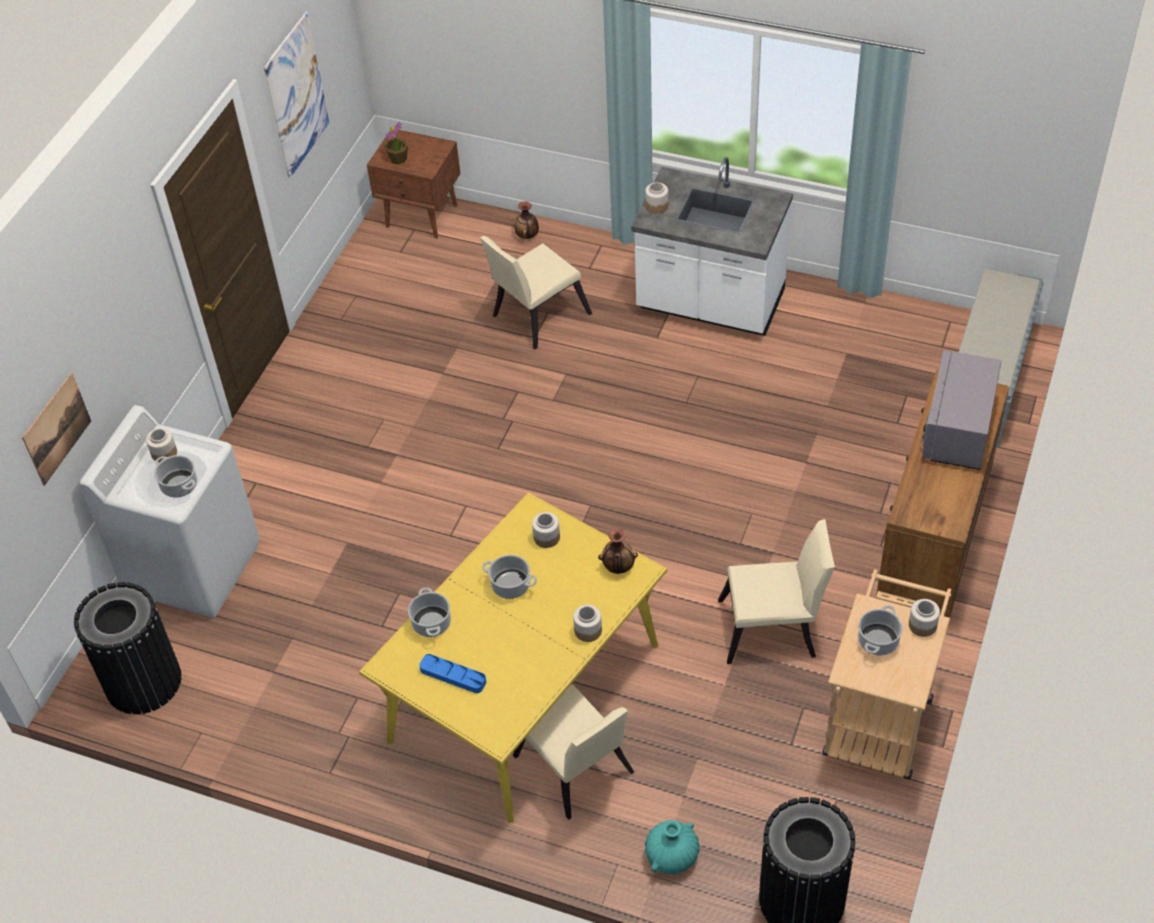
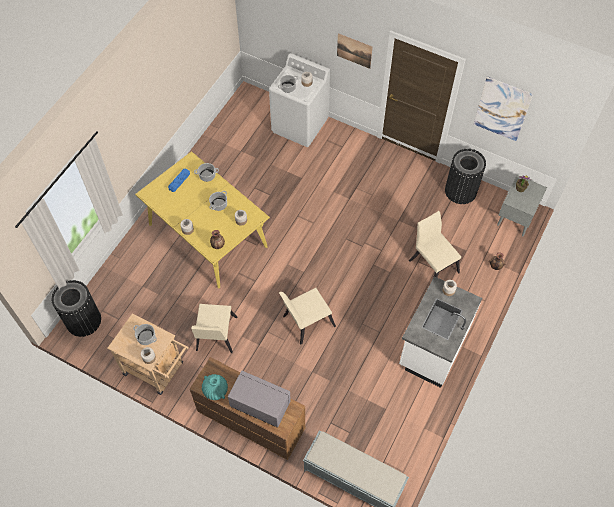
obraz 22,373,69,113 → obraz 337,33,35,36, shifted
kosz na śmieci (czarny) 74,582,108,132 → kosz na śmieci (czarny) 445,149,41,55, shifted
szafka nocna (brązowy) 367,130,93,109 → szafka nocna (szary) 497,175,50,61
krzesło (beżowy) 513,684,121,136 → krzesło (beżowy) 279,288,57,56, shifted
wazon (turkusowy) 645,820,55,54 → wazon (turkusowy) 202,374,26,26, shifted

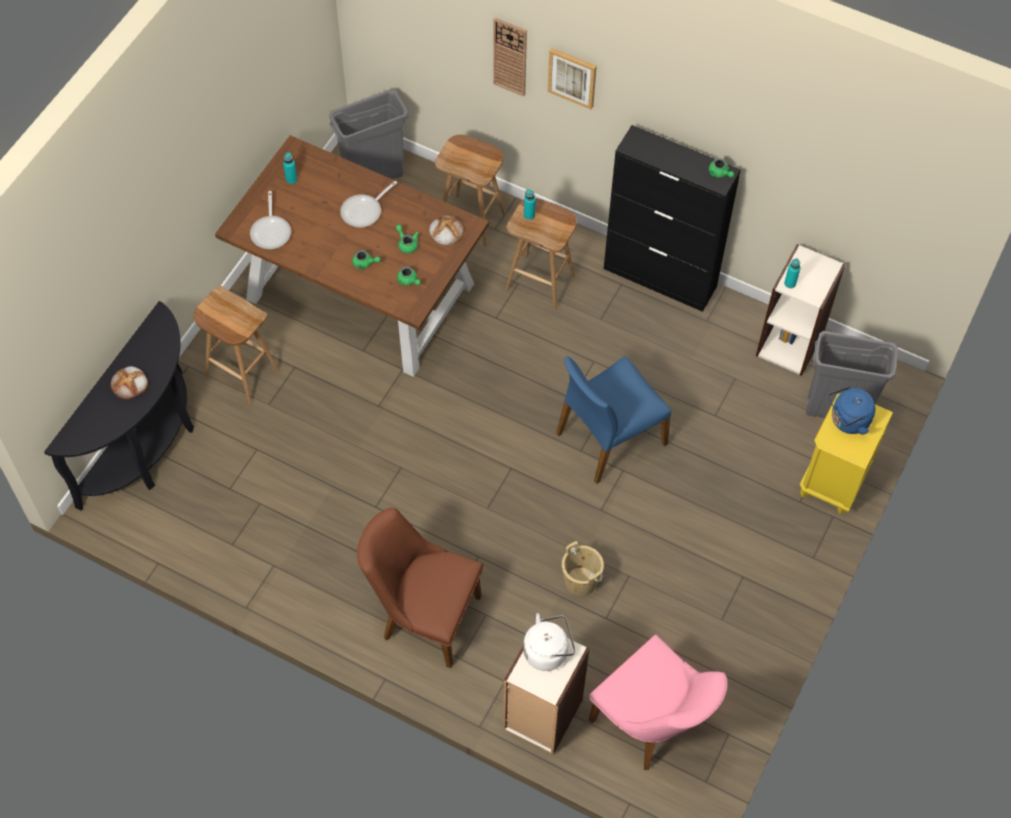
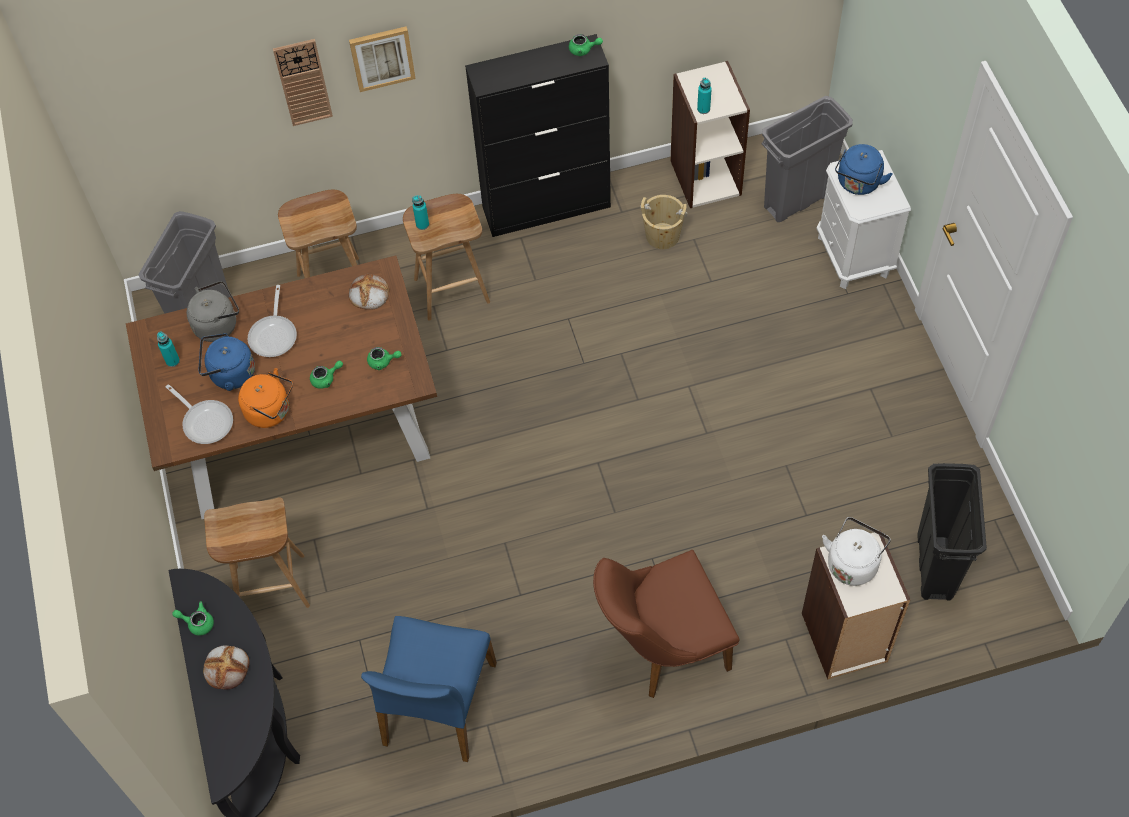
imbryk (zielony) 396,225,23,28 → imbryk (zielony) 172,601,42,35, shifted
krzesło (niebieski) 556,356,115,128 → krzesło (niebieski) 361,616,136,146, shifted
wiadro (beżowy) 562,541,42,55 → wiadro (beżowy) 640,195,48,54, shifted
krzesło (różowy) 589,635,139,135 → kosz na śmieci (czarny) 917,463,70,138
szafka nocna (żółty) 800,393,93,121 → szafka nocna (biały) 816,150,95,139
- → czajnik (szary) 187,281,52,61
- → czajnik (niebieski) 198,333,57,58
- → czajnik (pomarańczowy) 238,368,55,60

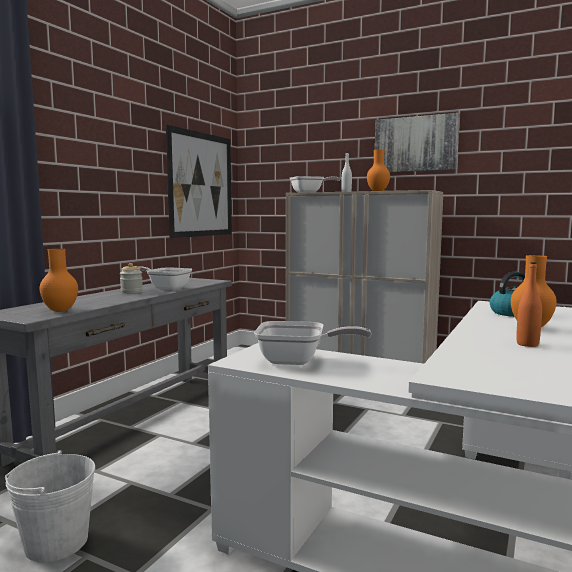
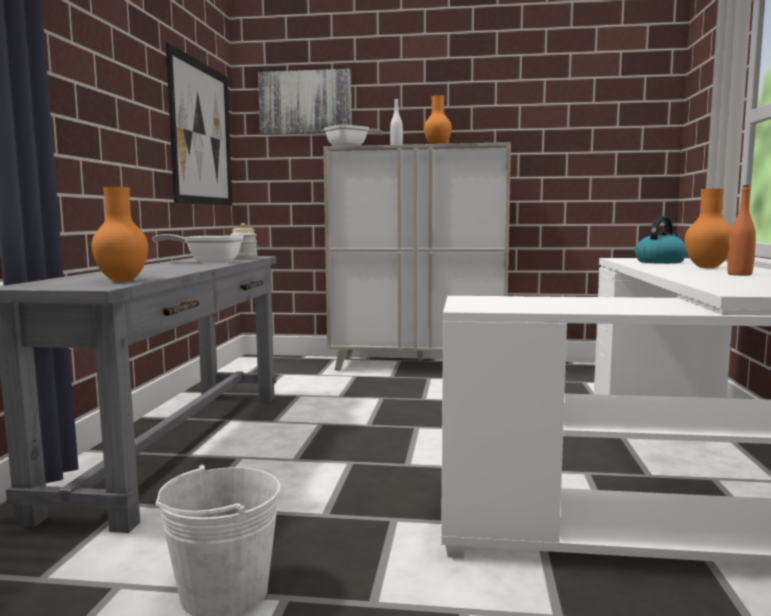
słoik 120,263,23,30 → słoik 230,223,27,36, shifted
patelnia 254,321,118,44 → -
obraz 375,113,85,59 → obraz 258,69,94,66, shifted

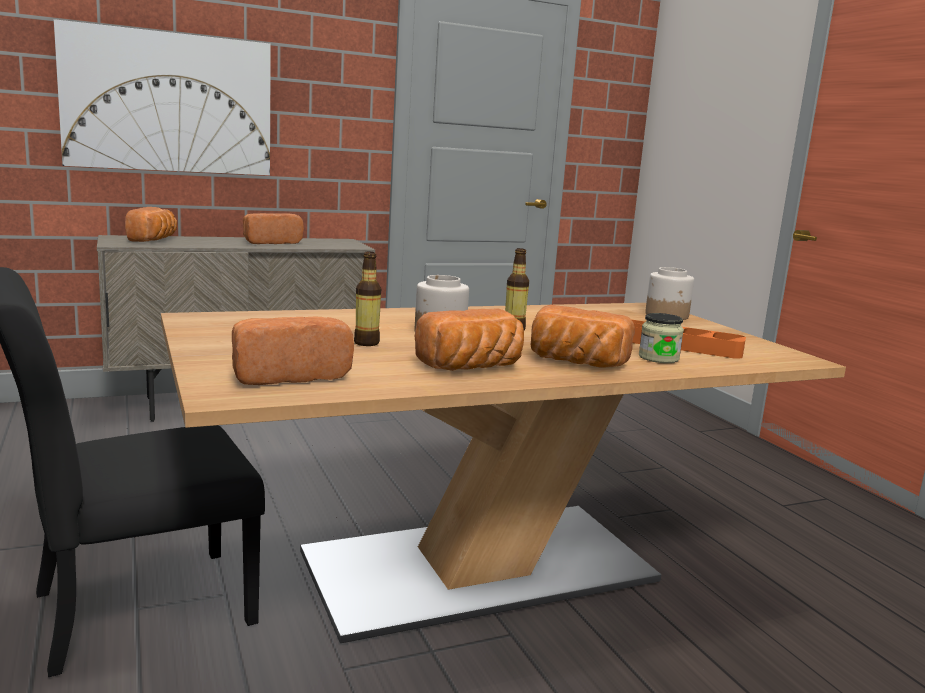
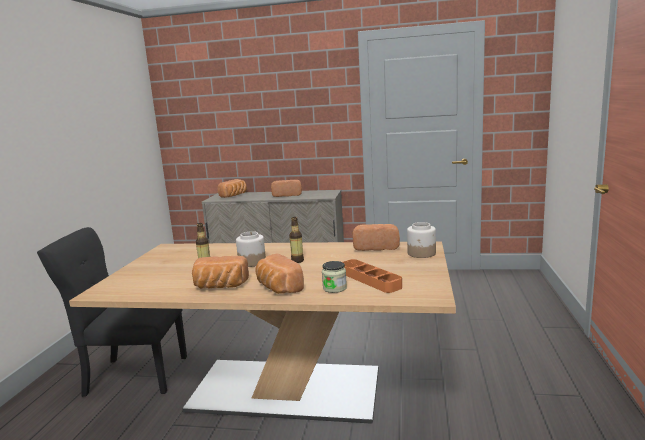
obraz 54,19,217,156 → -
chleb 232,316,122,69 → chleb 352,224,48,27, shifted

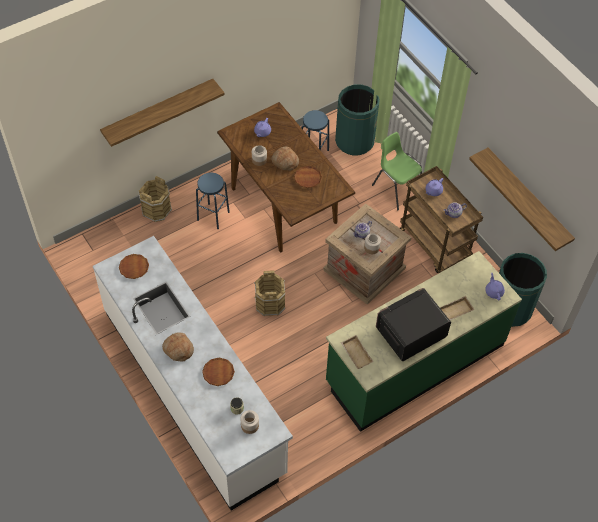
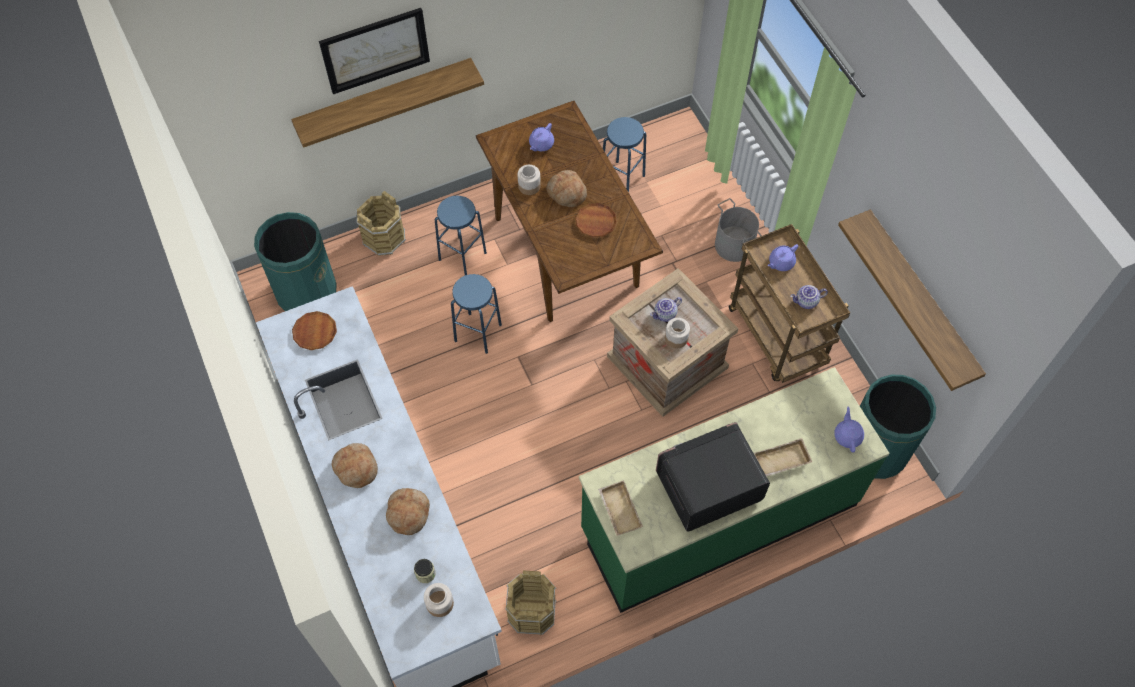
talerz (brązowy) 202,358,33,28 → chleb 386,488,44,47
wiadro (brązowy) 254,270,32,46 → wiadro (brązowy) 506,570,51,65, shifted
kosz na śmieci (zielony) 335,84,45,72 → kosz na śmieci (zielony) 254,212,82,99, shifted
krzesło (zielony) 372,132,50,78 → wiadro (szary) 715,198,47,64
- → obraz 319,8,111,86
- → stołek (niebieski) 451,274,51,80

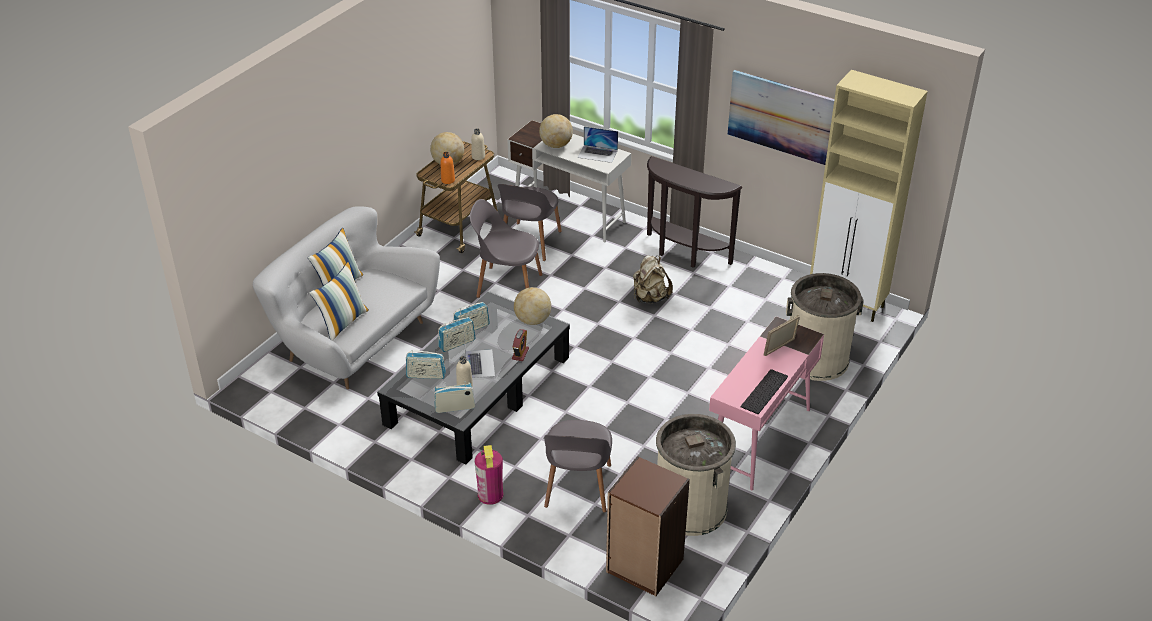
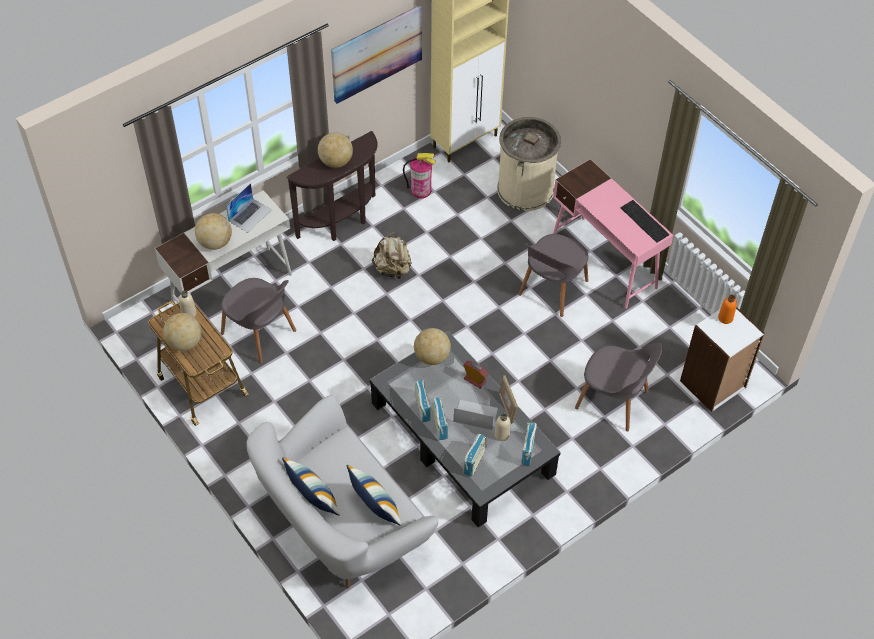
butelka (pomarańczowy) 440,152,15,32 → butelka (pomarańczowy) 718,295,19,29, shifted
krzesło (szary) 470,199,72,99 → krzesło (szary) 518,234,71,83, shifted
gaśnica 474,445,29,60 → gaśnica 403,153,33,45, shifted
regał (brązowy) 606,456,84,140 → regał (biały) 680,307,85,105
kosz na śmieci (beżowy) 656,414,80,122 → -
ramka na zdjęcie 763,315,37,41 → ramka na zdjęcie 499,375,19,49, shifted
- → globus 318,132,35,36

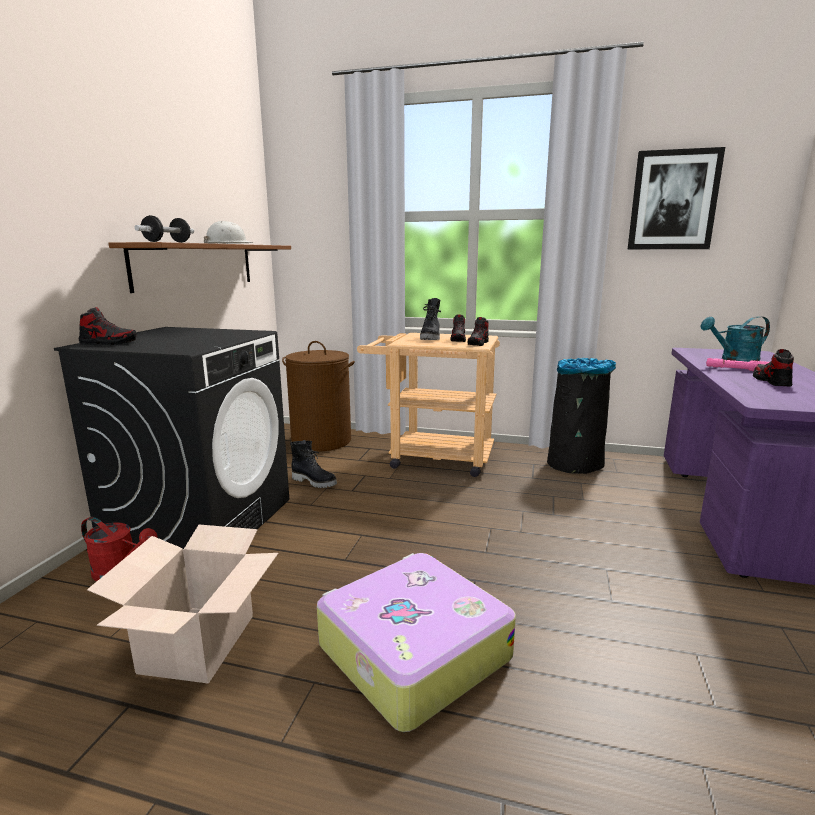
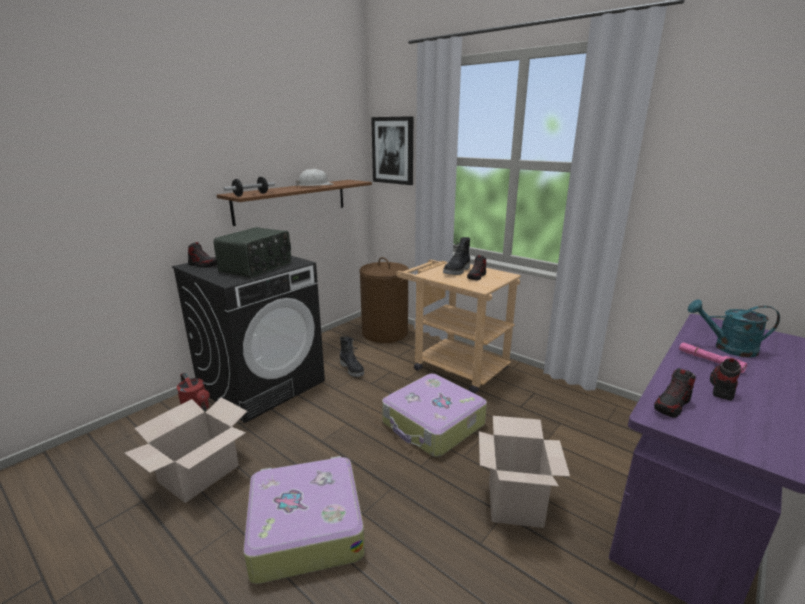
but 468,317,21,29 → but 654,368,42,50, shifted
kosz na śmieci (czarny) 547,358,69,116 → -
obraz 628,147,97,102 → obraz 371,116,42,69, shifted
- → radio 213,227,78,51
- → walizka 382,374,105,83
- → karton 479,416,91,112

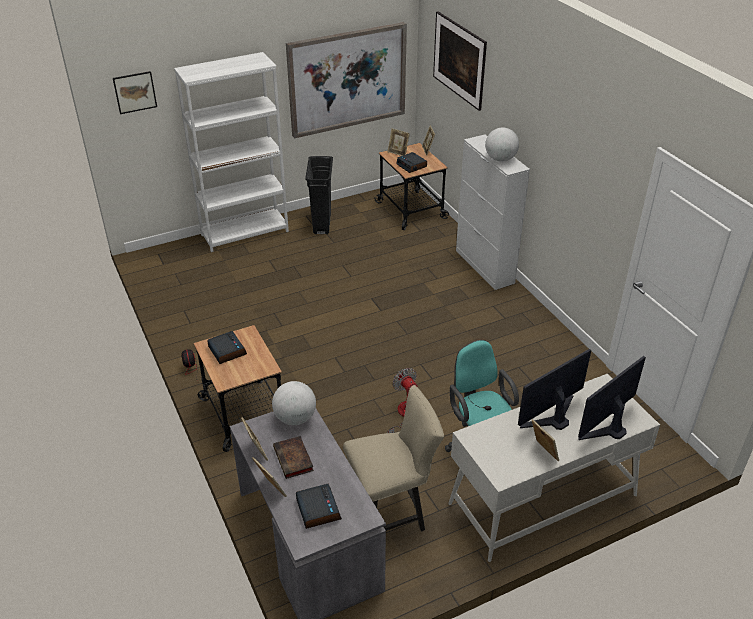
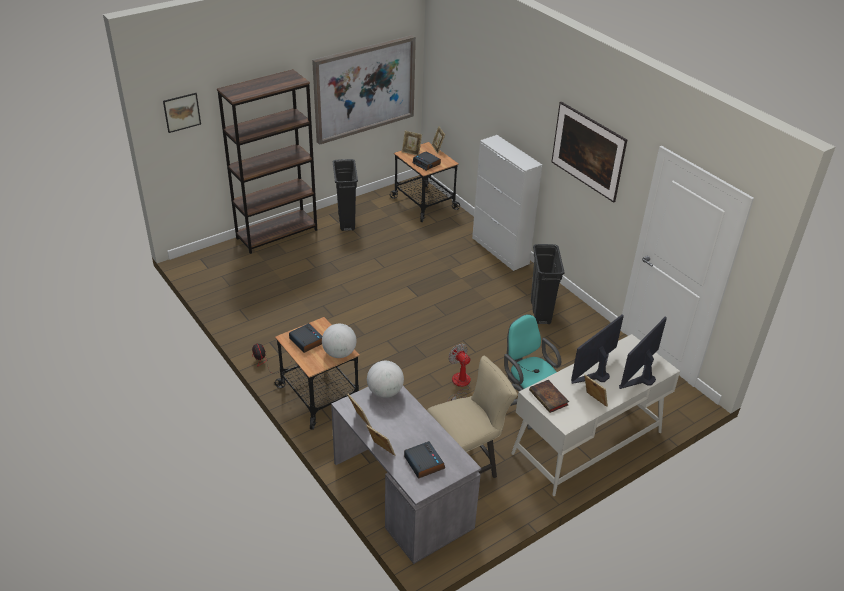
regał (biały) 174,52,115,200 → regał (brązowy) 217,69,100,185
książka 273,436,41,43 → książka 529,380,40,33, shifted
obraz 433,11,54,100 → obraz 551,102,76,101, shifted
globus 485,127,34,35 → globus 322,324,35,34, shifted
- → kosz na śmieci (czarny) 531,244,34,80

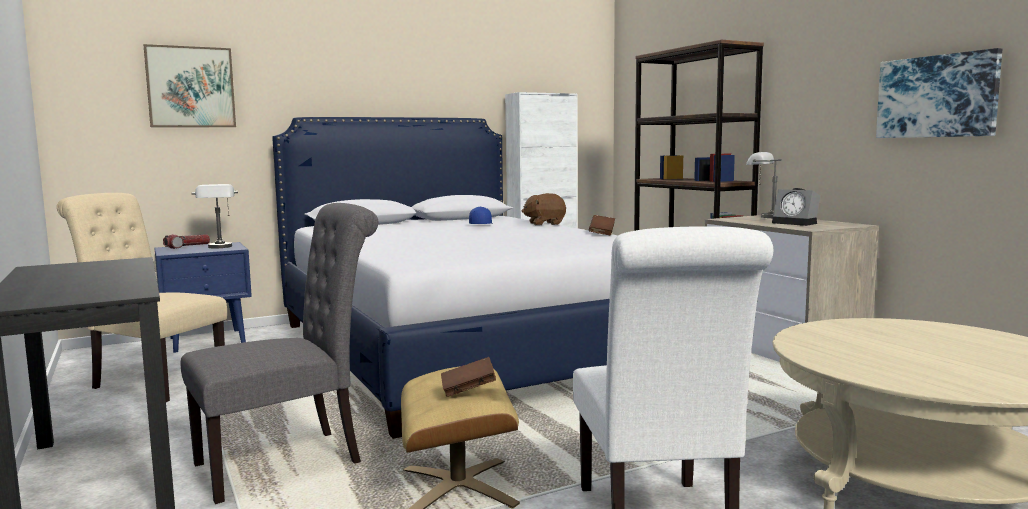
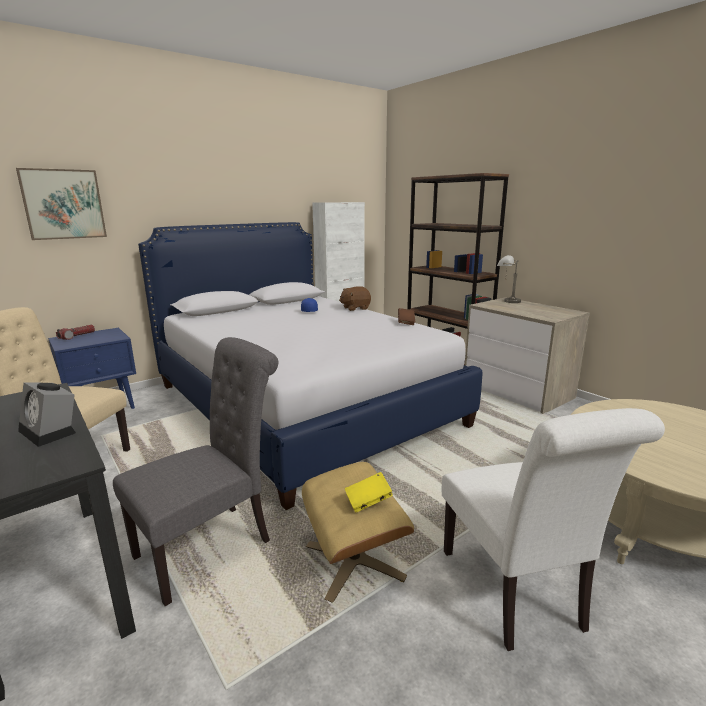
lampa stołowa (szary) 192,184,46,64 → -
książka (brązowy) 441,357,55,40 → książka (żółty) 345,472,48,40
budzik 772,188,48,38 → budzik 18,382,58,65, shifted
obraz 876,48,126,90 → -

